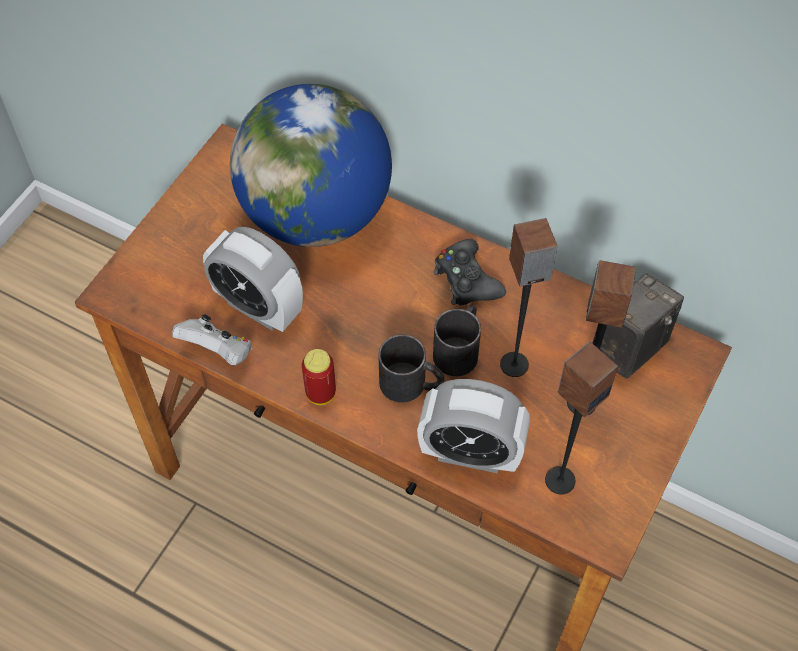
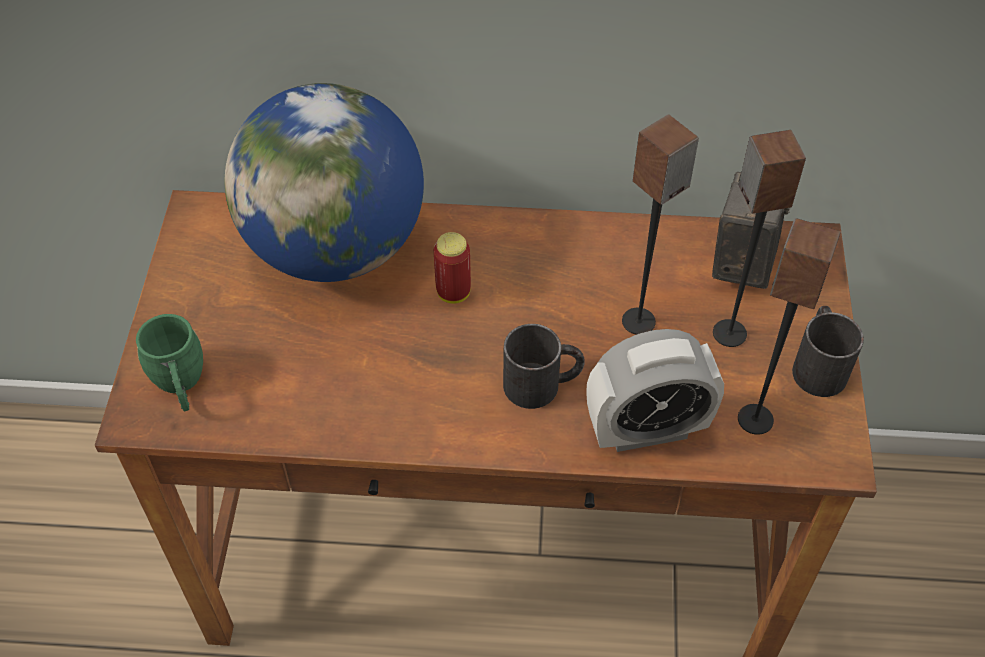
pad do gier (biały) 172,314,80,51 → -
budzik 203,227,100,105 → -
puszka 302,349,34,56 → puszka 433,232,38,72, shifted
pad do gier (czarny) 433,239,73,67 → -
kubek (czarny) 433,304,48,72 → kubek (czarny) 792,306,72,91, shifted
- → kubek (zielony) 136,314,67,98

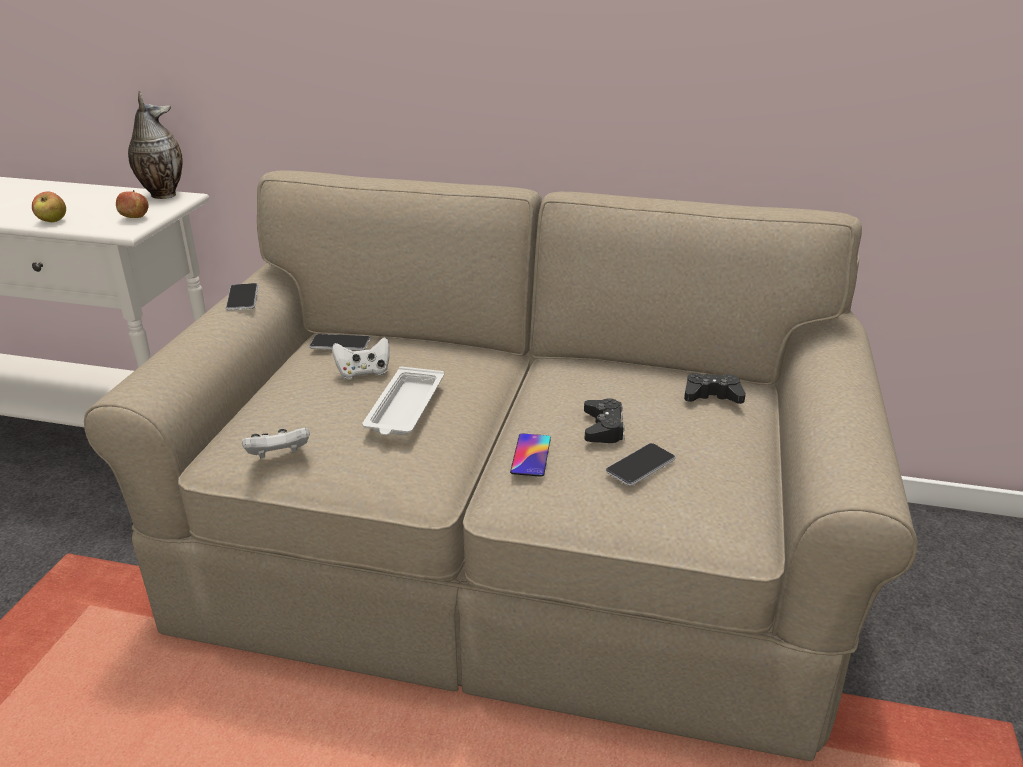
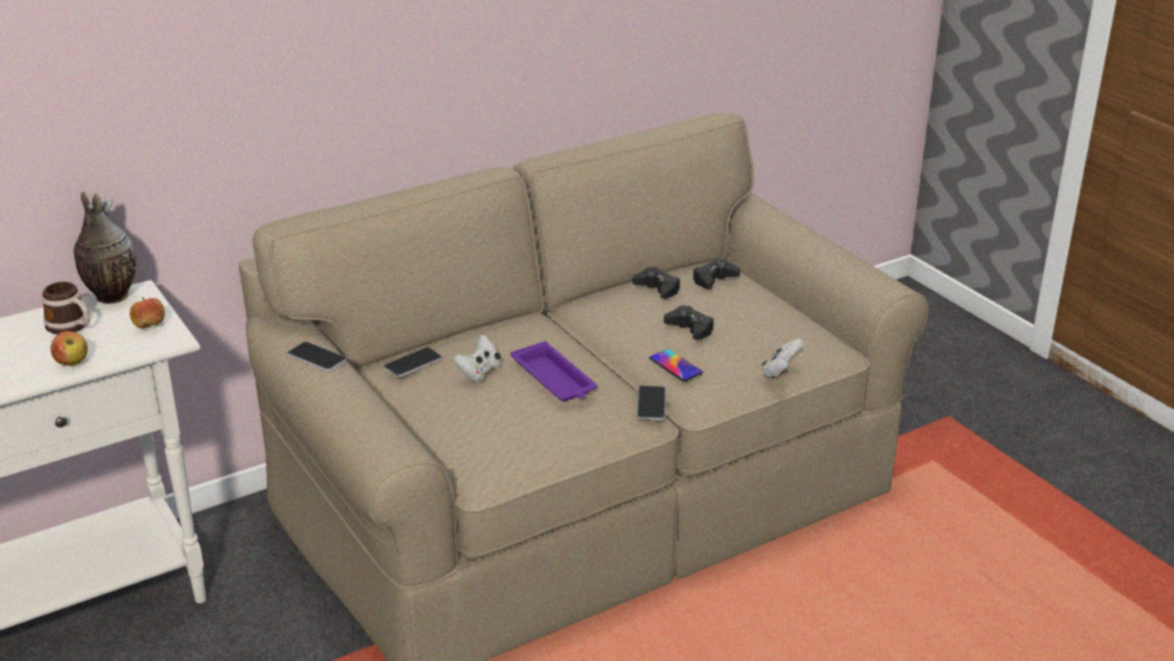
pad do gier (biały) 242,428,68,30 → pad do gier (biały) 762,339,42,39, shifted
taca (biały) 362,366,82,69 → taca (fioletowy) 511,341,86,60
telefon 606,443,70,43 → telefon 637,386,29,34, shifted
- → kubek 41,282,49,53
- → pad do gier (czarny) 632,267,48,32

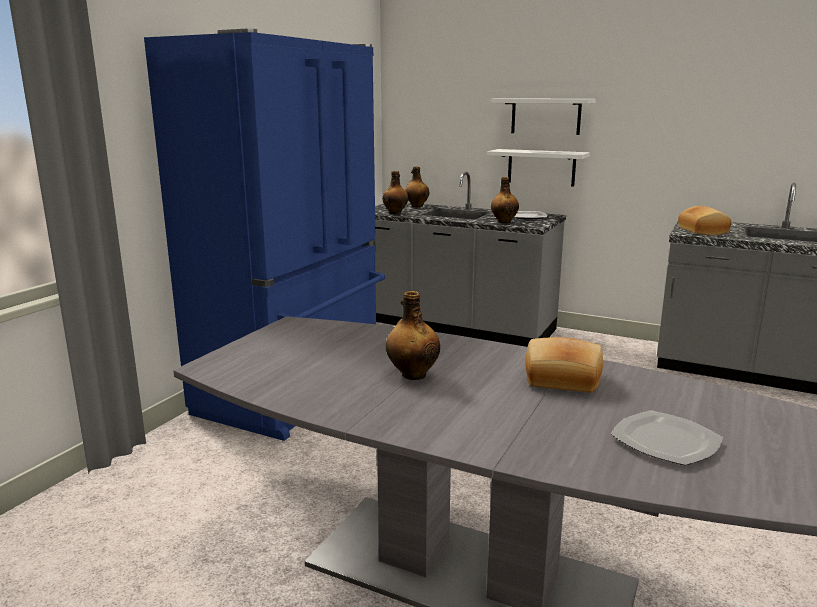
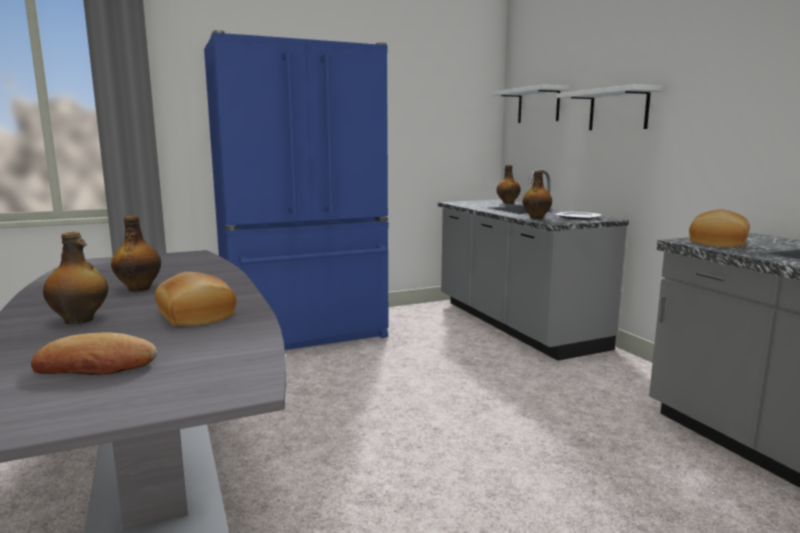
butelka 382,171,26,43 → butelka 43,232,65,92, shifted
półka (biały) 487,149,103,38 → półka (biały) 490,84,79,39, shifted
talerz 611,410,112,55 → chleb 31,333,126,42

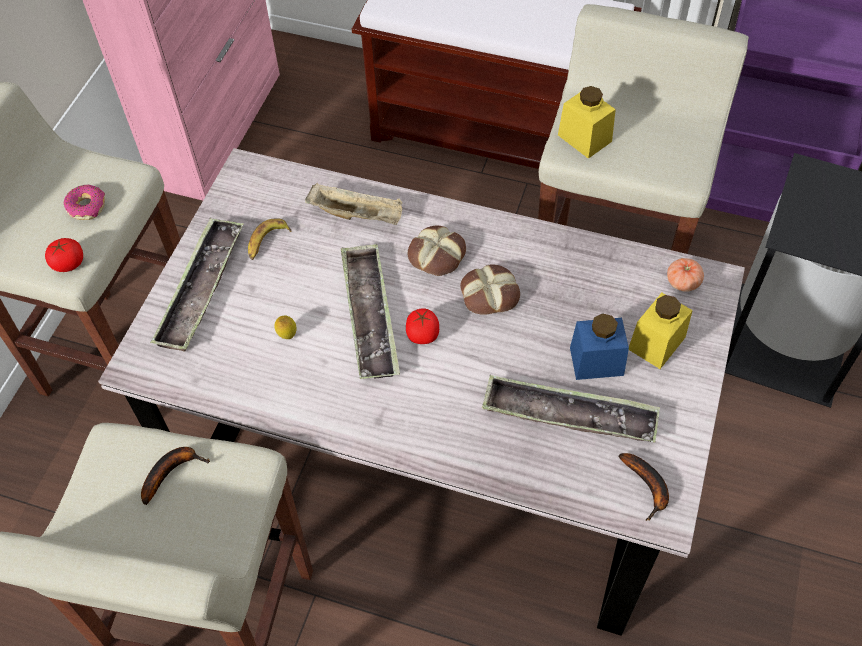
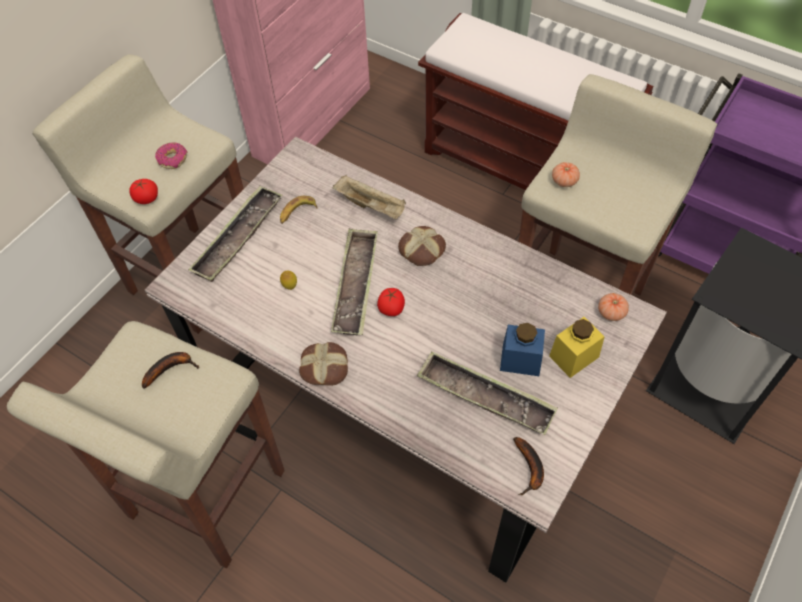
chleb 460,264,60,51 → chleb 299,342,49,44, shifted
słoik (żółty) 558,86,58,73 → pomidor 552,162,28,25

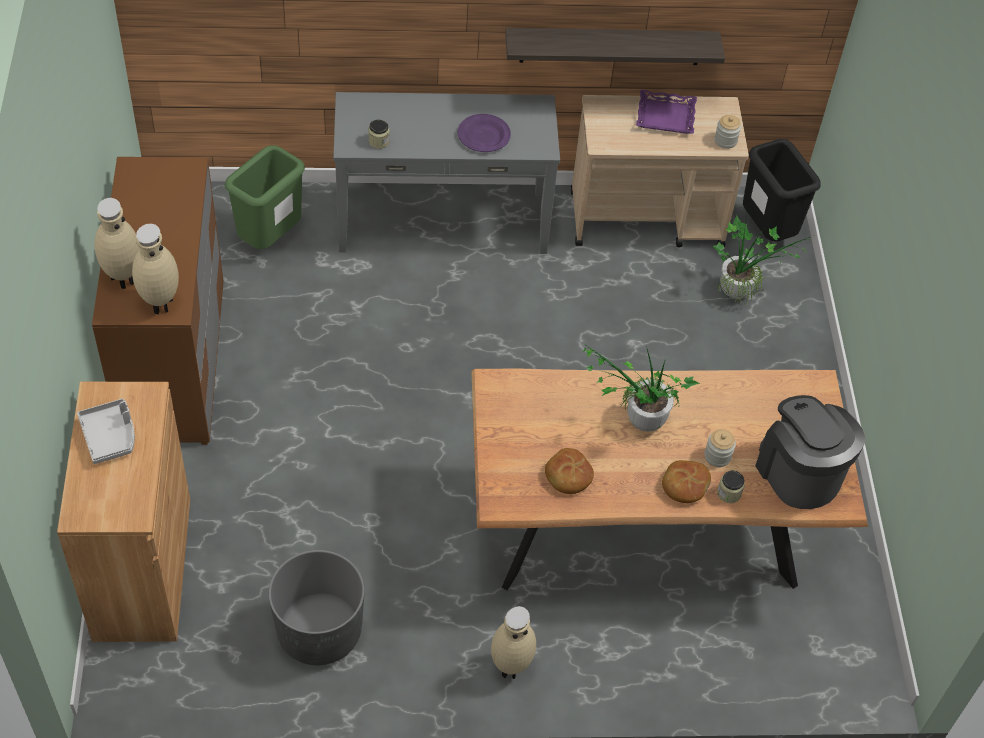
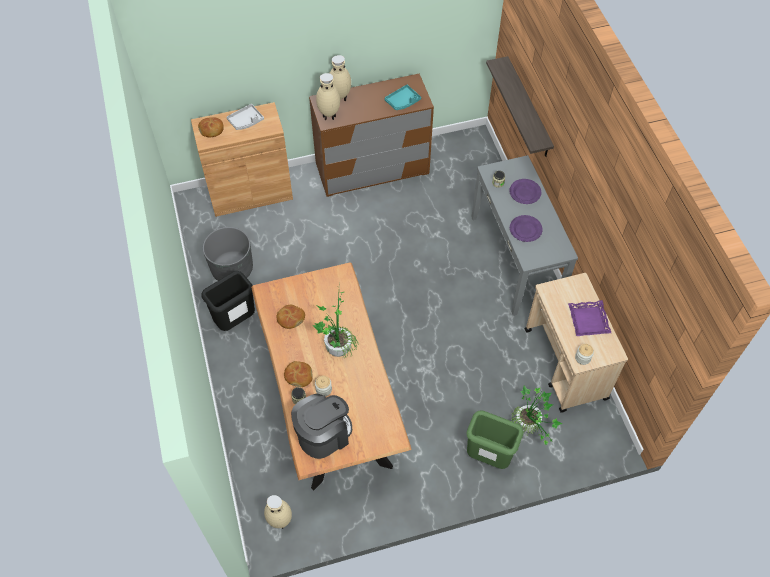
kosz na śmieci (zielony) 225,145,80,104 → kosz na śmieci (zielony) 466,410,58,59, shifted
wazon (beżowy) 491,606,45,73 → wazon (beżowy) 264,495,28,34, shifted
półka 505,28,220,37 → półka 486,56,68,101, shifted
kosz na śmieci (czarny) 743,139,78,102 → kosz na śmieci (czarny) 201,271,54,60, shifted
- → chleb 198,117,26,20
- → taca (turkusowy) 384,85,37,25
- → talerz (fioletowy) 509,179,32,25

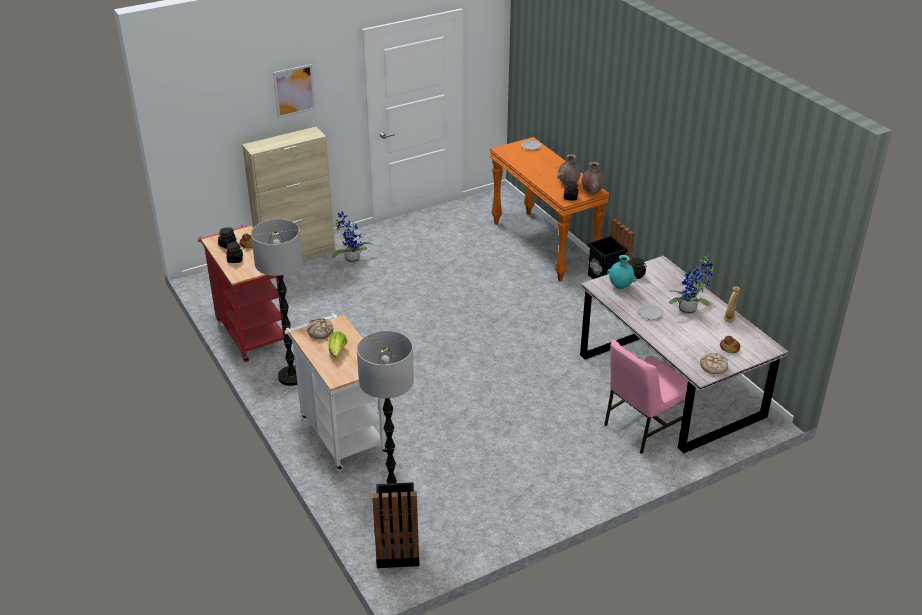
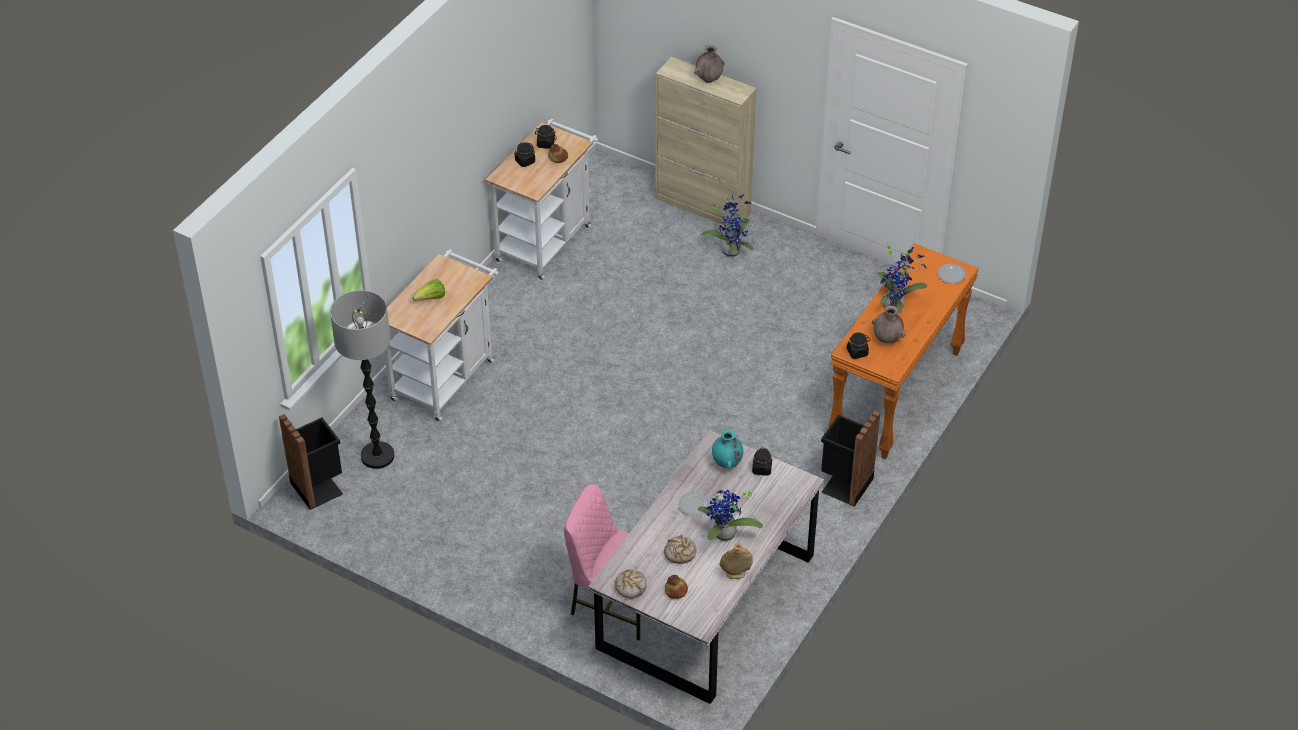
wózek (czerwony) 198,225,88,137 → wózek (biały) 486,119,112,162
lampa stojąca 251,219,52,167 → -
obraz 273,64,43,54 → -
chleb 307,318,26,21 → chleb 664,535,33,29, shifted
wazon (brązowy) 582,162,22,33 → wazon (brązowy) 694,45,31,38, shifted
- → roślina doniczkowa 876,242,51,71

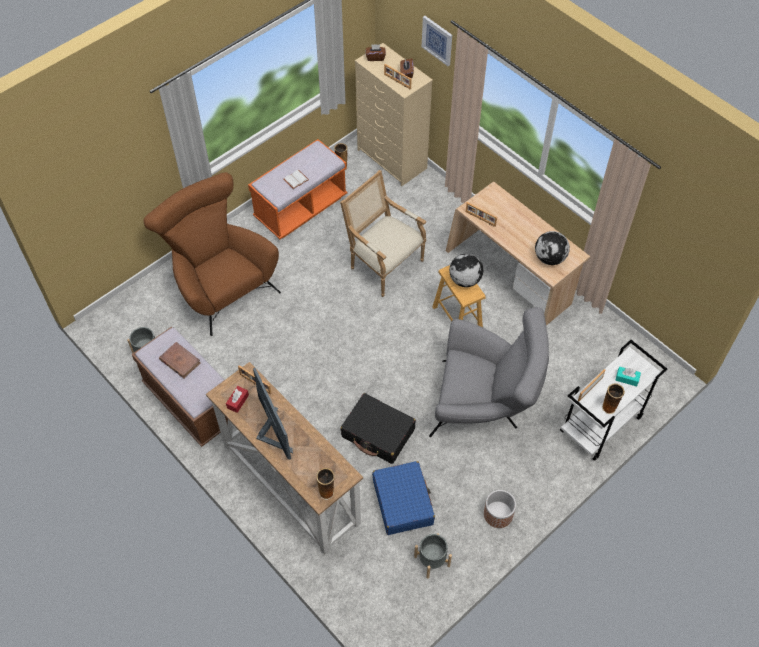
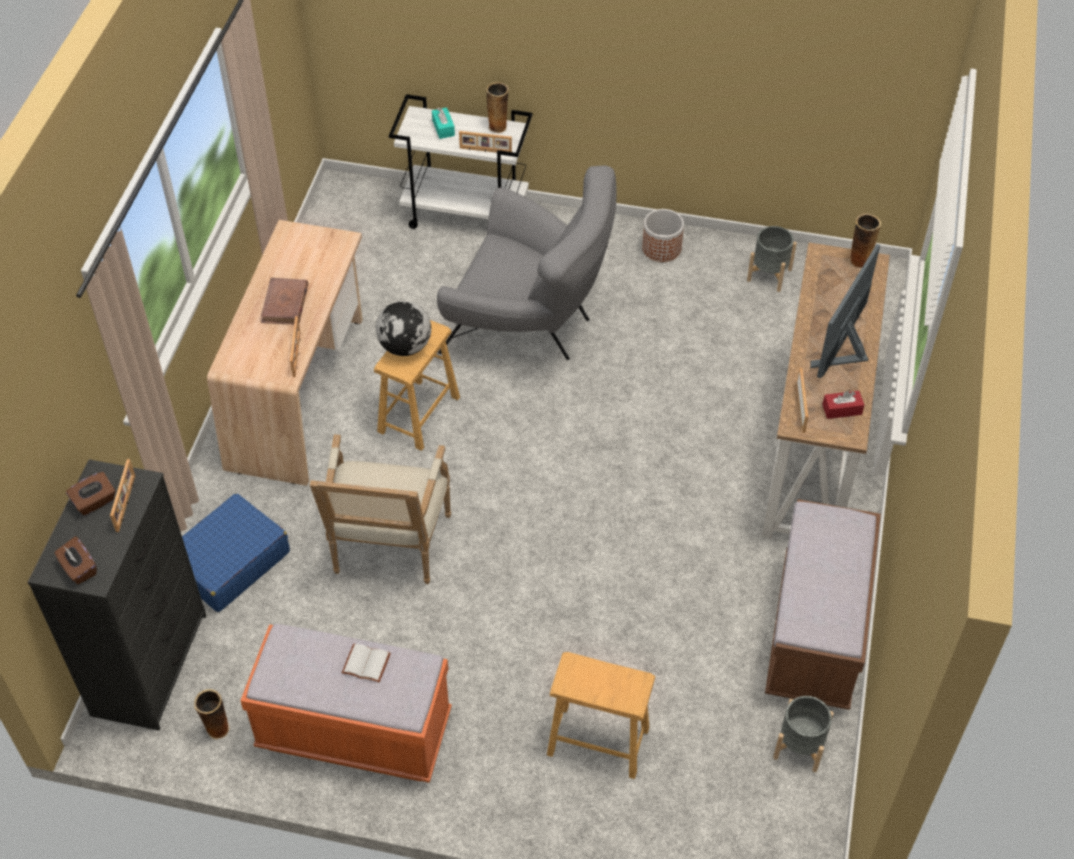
fotel (brązowy) 143,172,138,164 → stołek (brązowy) 547,652,108,127
książka (brązowy) 159,342,42,36 → książka (brązowy) 261,278,47,46, shifted
walizka (czarny) 340,393,76,71 → -
komoda (beżowy) 355,43,78,143 → komoda (czarny) 27,459,179,271
walizka (niebieski) 372,461,63,74 → walizka (niebieski) 182,493,108,119, shifted
obraz 422,16,30,50 → -
fotel (szary) 429,307,120,130 → fotel (szary) 437,166,179,194, 135 degrees clockwise
globus 535,231,35,34 → -

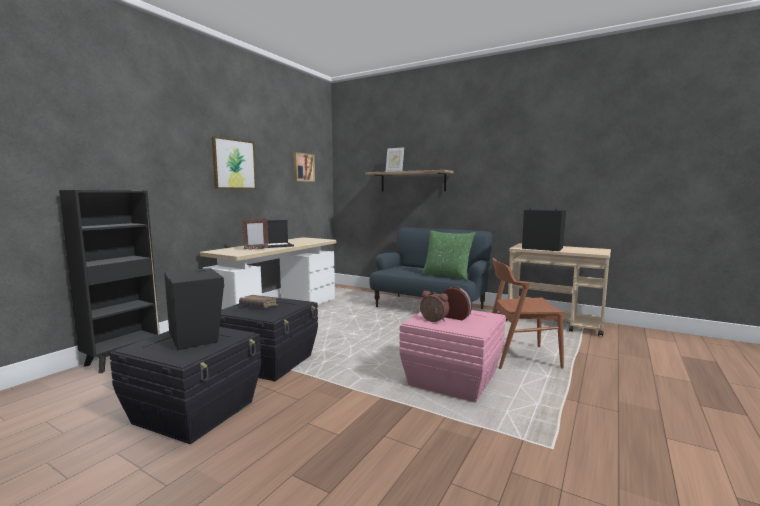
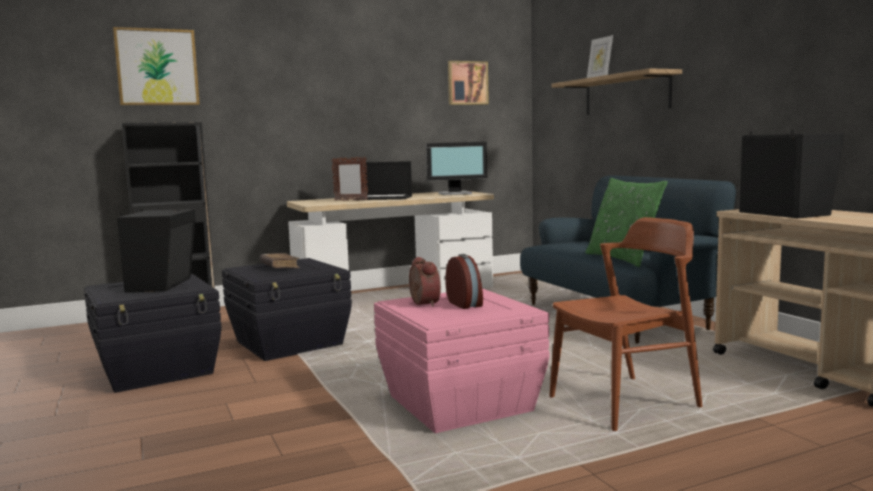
obraz 212,136,44,53 → obraz 113,27,87,78, shifted
krzesło (brązowy) 492,258,74,111 → krzesło (brązowy) 549,217,154,214, 120 degrees clockwise
- → monitor 426,142,61,53

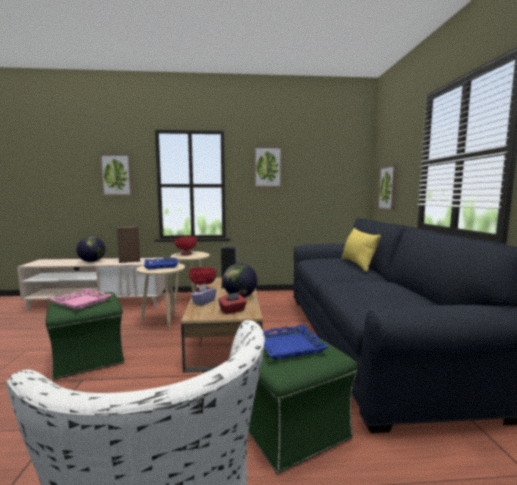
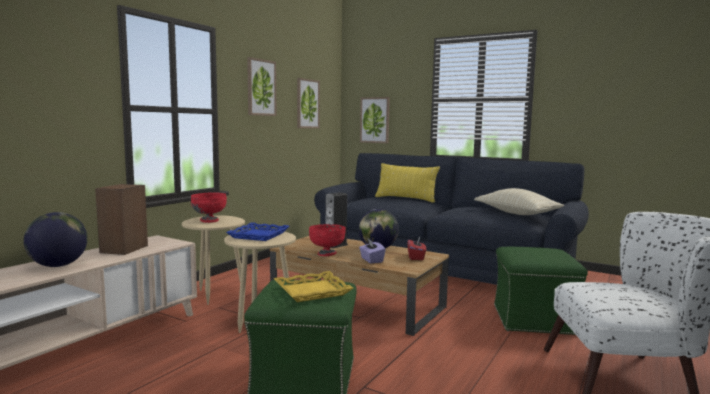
taca (różowy) 50,289,62,21 → taca (żółty) 274,271,79,31
obraz 100,154,33,42 → obraz 297,78,23,50, shifted
taca (niebieski) 263,324,66,36 → -
- → poduszka (beżowy) 474,188,91,27

